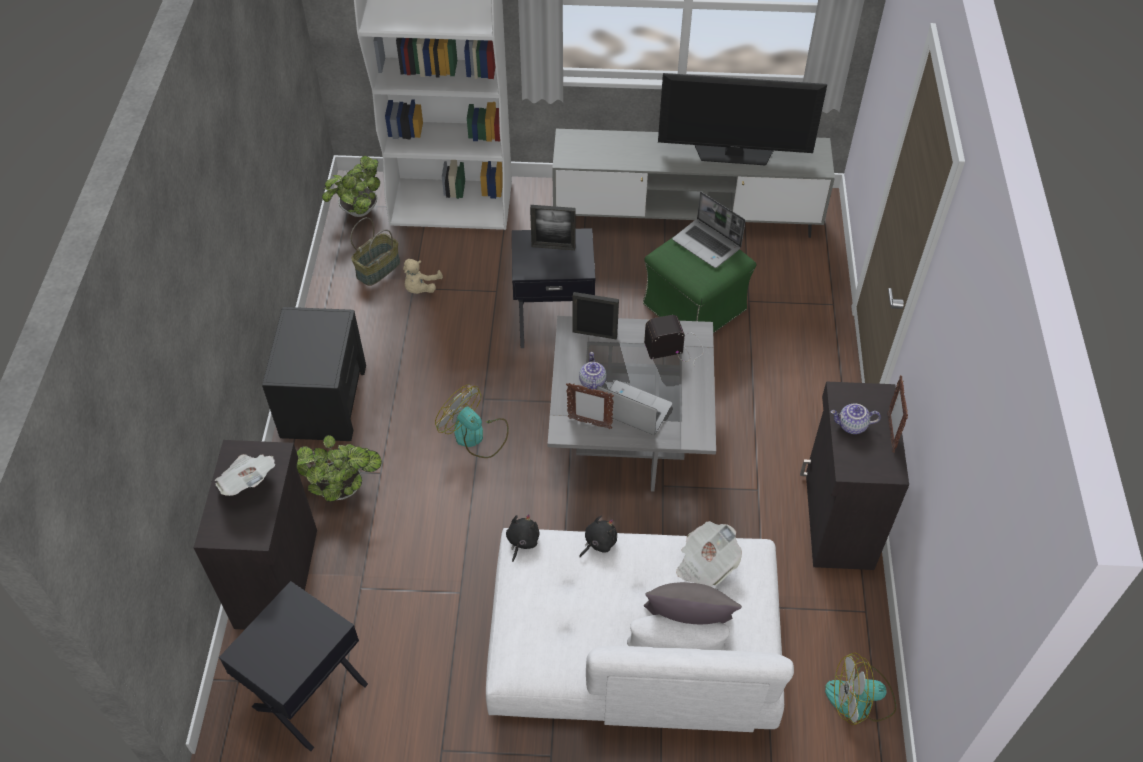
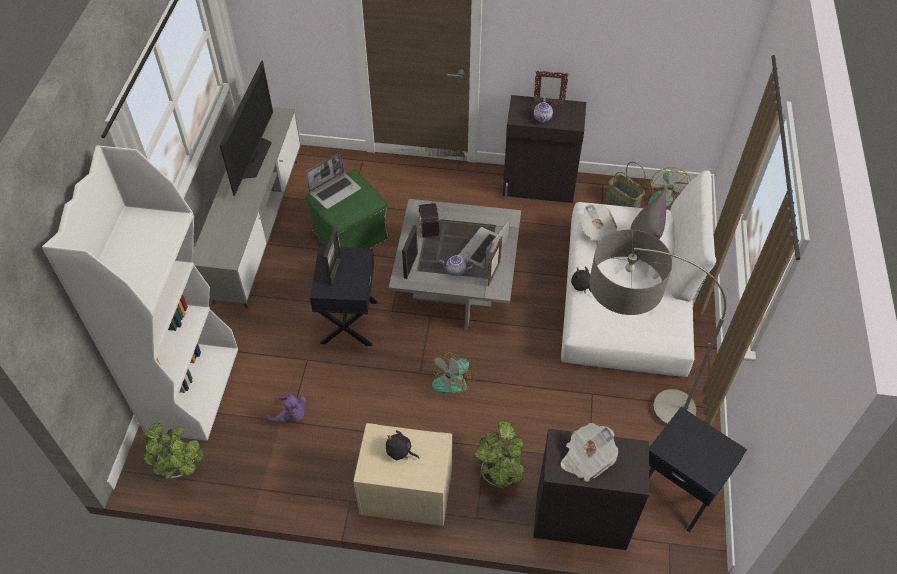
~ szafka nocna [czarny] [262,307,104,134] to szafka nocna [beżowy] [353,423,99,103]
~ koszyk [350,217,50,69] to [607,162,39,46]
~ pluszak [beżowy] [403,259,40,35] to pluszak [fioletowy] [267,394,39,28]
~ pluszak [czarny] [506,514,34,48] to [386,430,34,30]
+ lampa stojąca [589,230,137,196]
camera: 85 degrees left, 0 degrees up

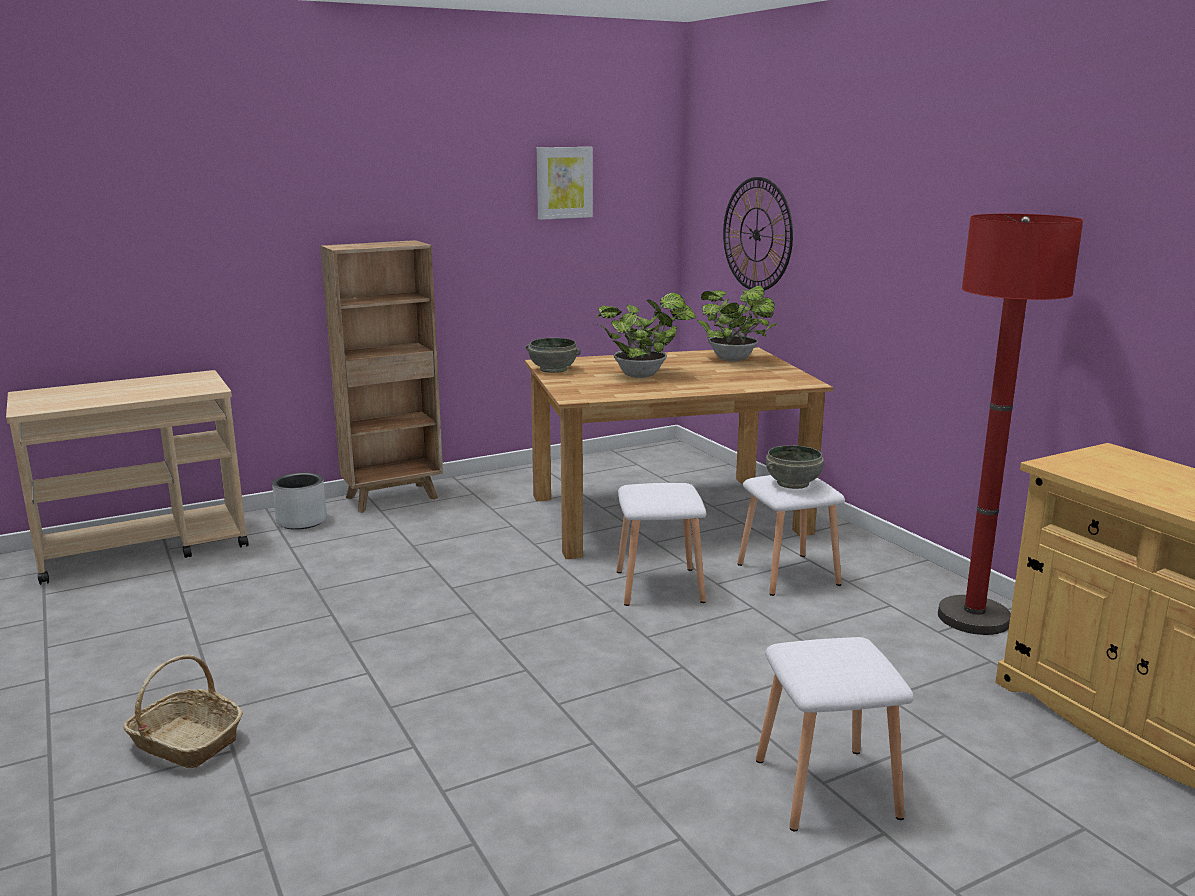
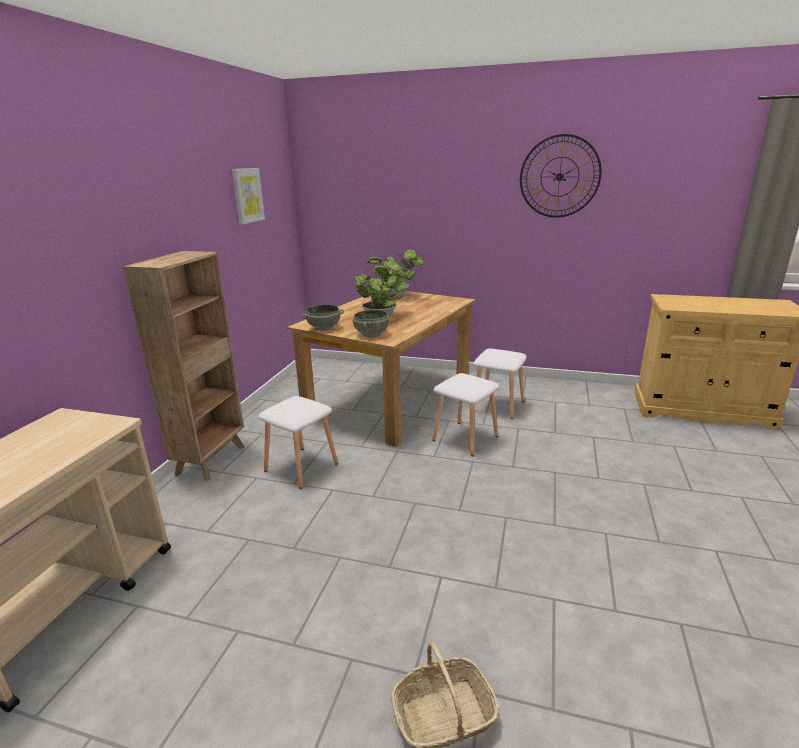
- donica [szary] [272,473,55,57]
~ zegar ścienny [723,177,70,114] to [520,134,82,84]
~ stołek [biały] [756,637,158,195] to [258,396,80,93]
~ miska [szary] [766,445,58,44] to [353,310,36,28]
- lampa stojąca [czerwony] [938,214,145,421]
camera: 45 degrees left, 5 degrees up

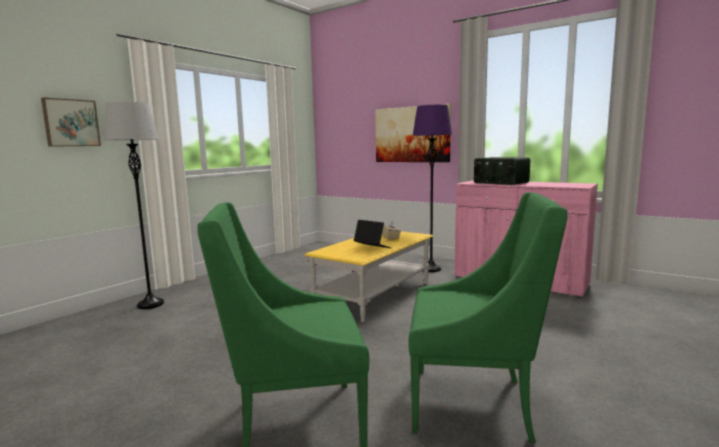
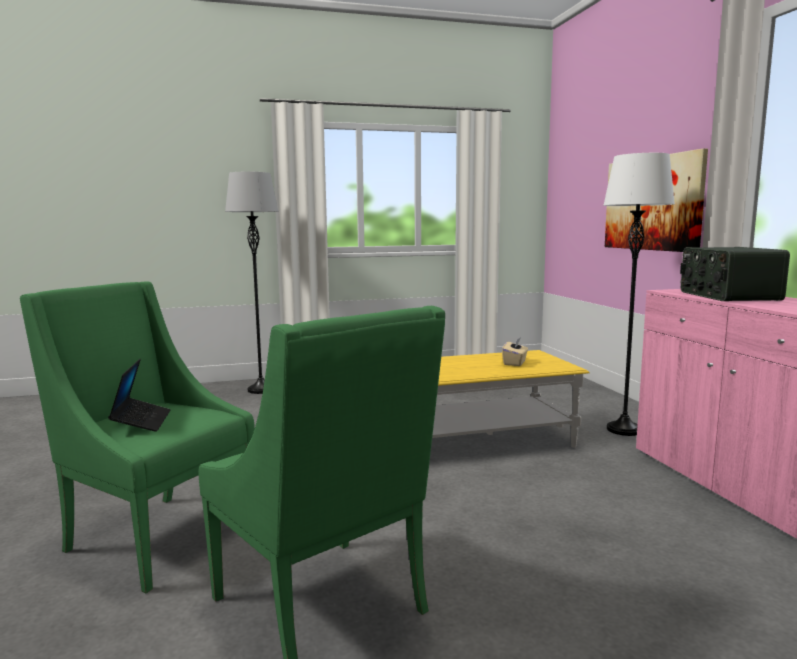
- obraz [41,97,60,50]
~ laptop [354,220,37,28] to [108,359,63,73]
~ lampa stojąca [fioletowy] [413,105,39,167] to lampa stojąca [biały] [603,153,72,283]
camera: 40 degrees right, 0 degrees up

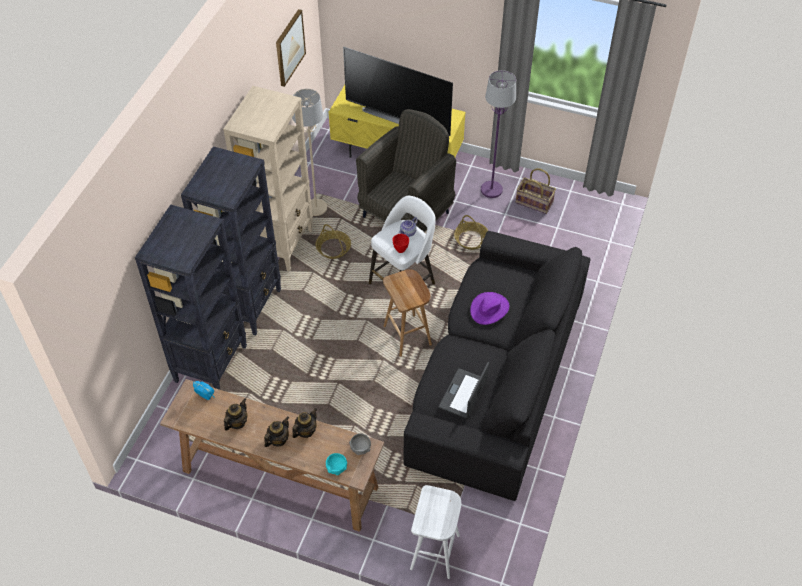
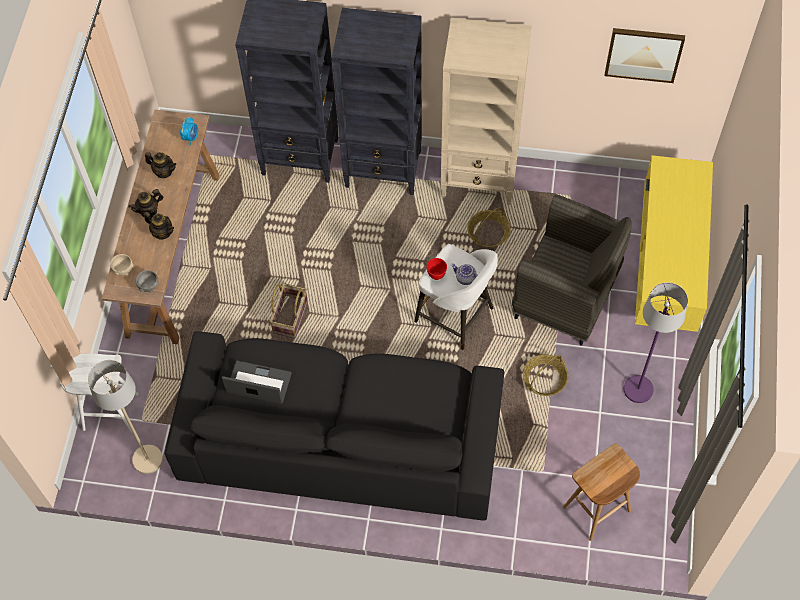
~ imbryk [264,416,25,31] = [128,189,35,29] 120 degrees clockwise
~ lampa stojąca [beżowy] [292,89,35,127] to [88,360,75,114]
~ miska [turkusowy] [326,453,21,22] to miska [beżowy] [110,254,24,22]
- telewizor [343,47,110,89]
~ stołek [brązowy] [383,269,49,88] to [563,444,77,97]
- kapelusz [fioletowy] [470,292,39,33]
~ koszyk [516,168,40,46] to [270,283,38,55]
camera: 80 degrees right, 10 degrees up

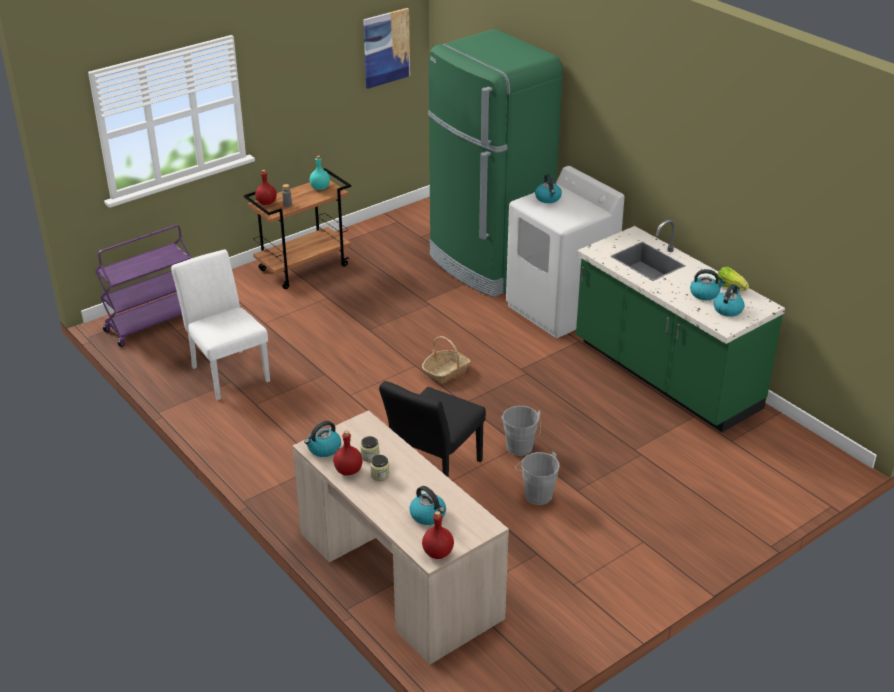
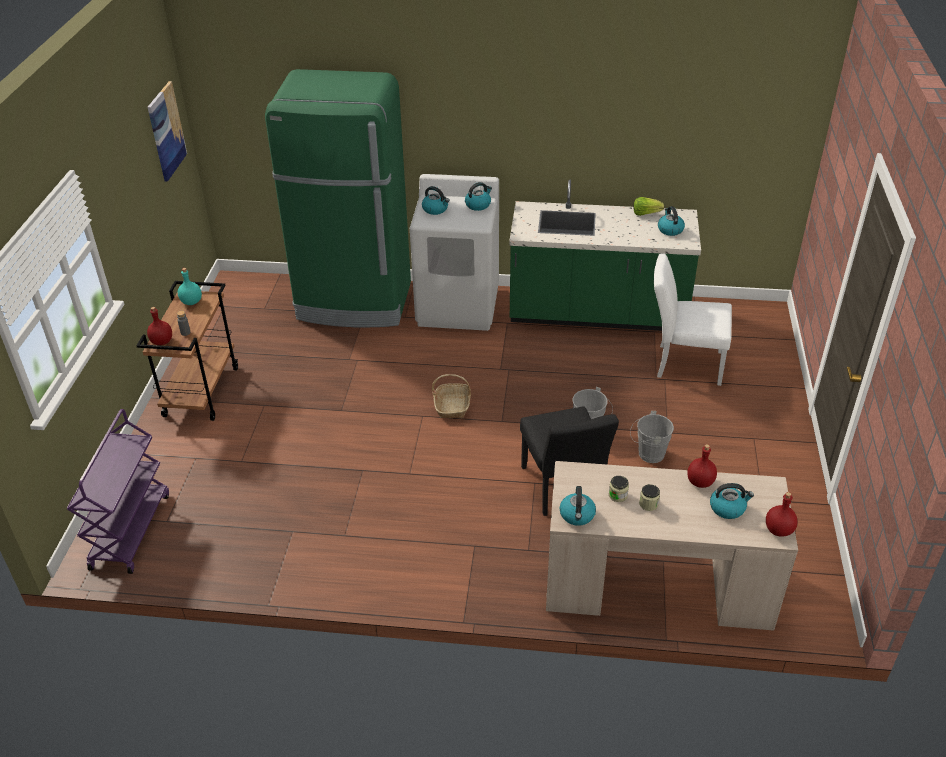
~ krzesło [biały] [171,249,99,151] to [654,253,78,133]
~ butelka [czerwony] [334,430,28,46] to [687,444,30,44]
~ czajnik [690,269,36,31] to [465,182,27,29]
camera: 45 degrees left, 5 degrees up

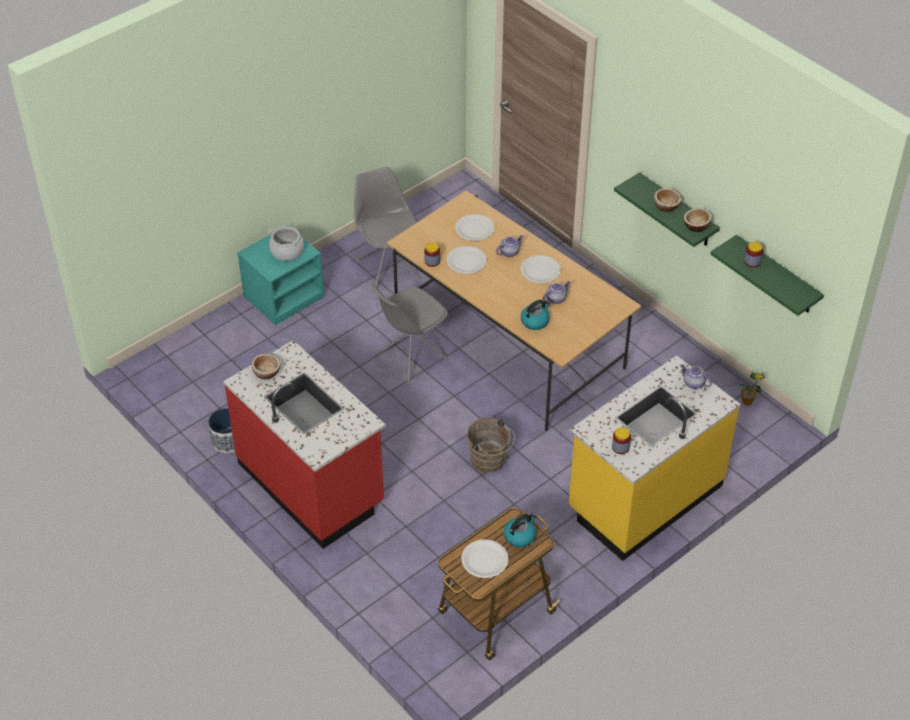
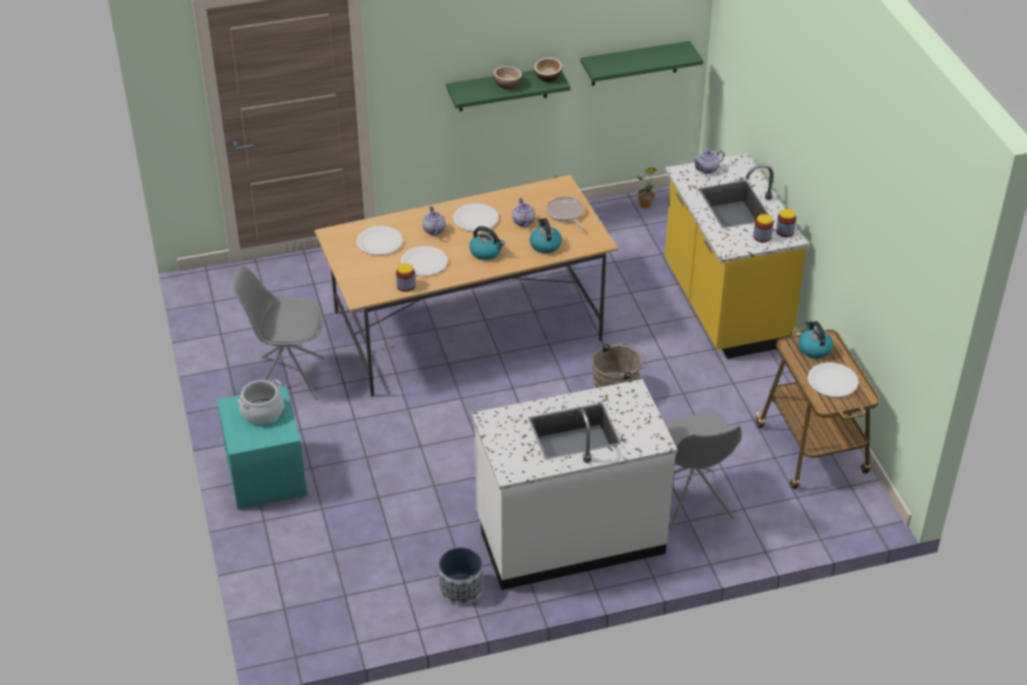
~ zabudowa kuchenna [czerwony] [223,340,163,209] to zabudowa kuchenna [biały] [472,379,206,211]
- miska [252,354,28,25]
~ krzesło [szary] [372,284,78,102] to [664,414,77,117]
~ słoik [744,242,19,25] to [776,209,20,28]
+ czajnik [469,226,36,34]
+ patelnia [546,197,38,32]
camera: 65 degrees left, 5 degrees down

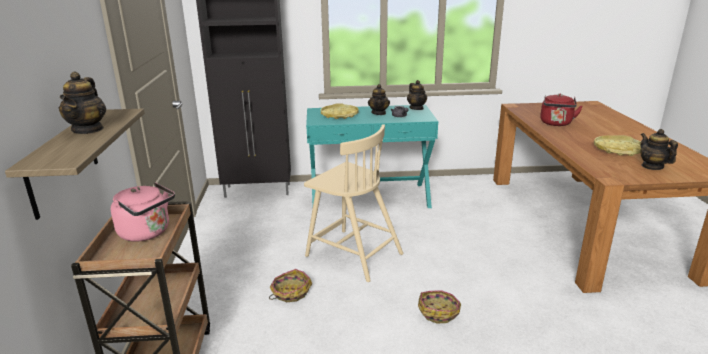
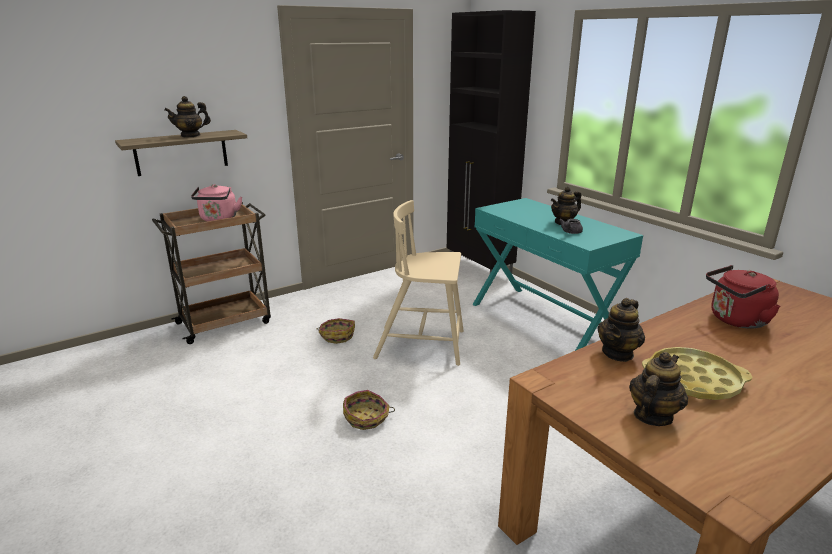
~ krzesło [beżowy] [304,124,99,158] = [373,200,91,166] 90 degrees clockwise
- taca [żółty] [321,103,38,16]
~ imbryk [407,80,20,30] to [597,298,48,64]
camera: 60 degrees right, 0 degrees up

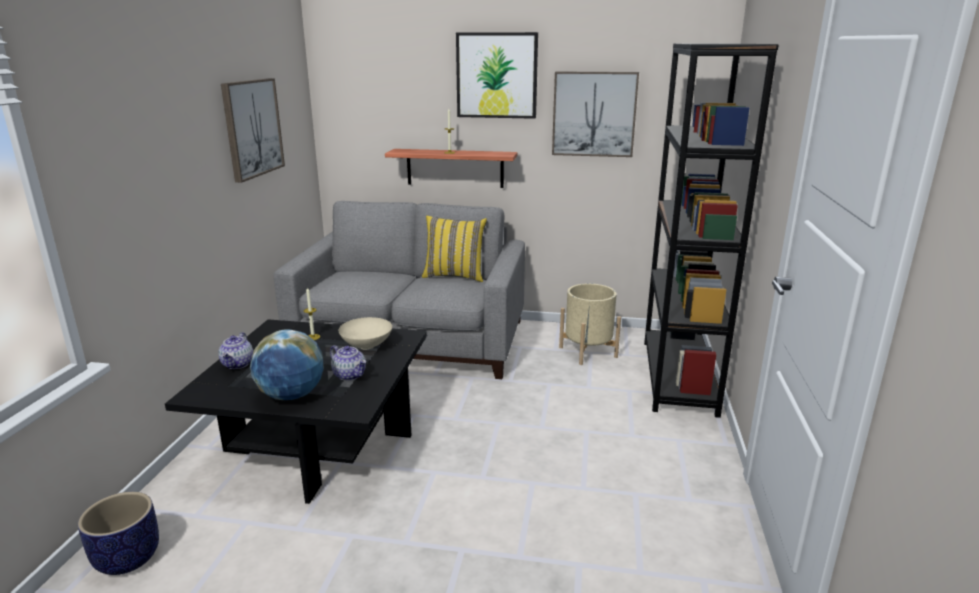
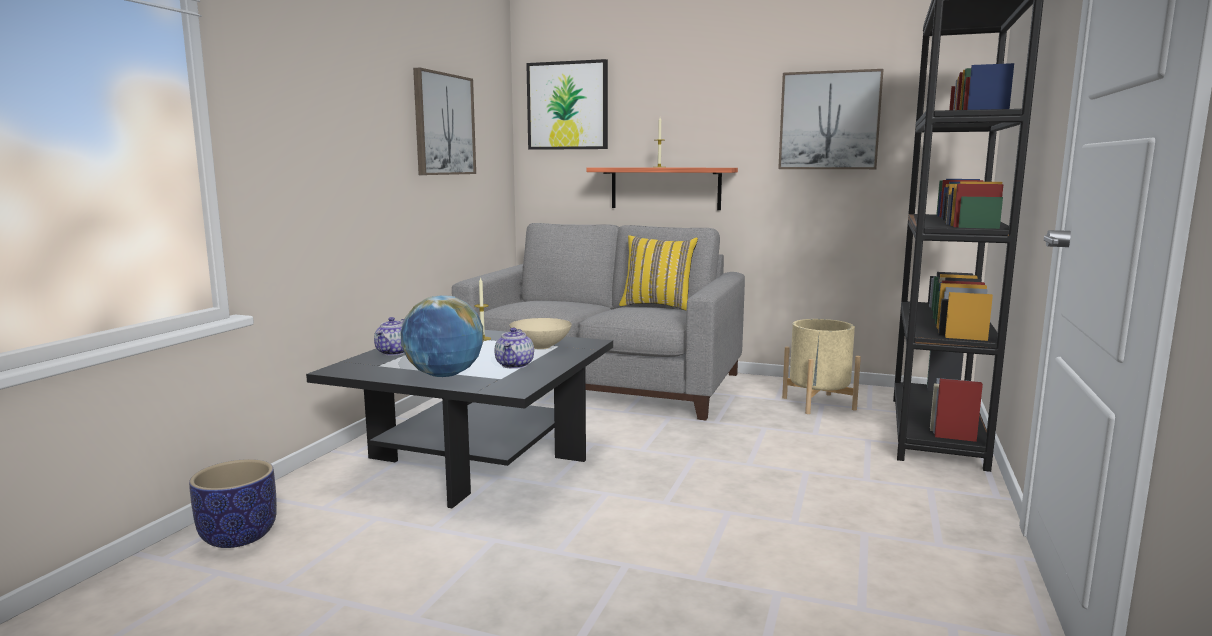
~ imbryk [330,345,36,36] = [494,327,40,42] 45 degrees clockwise
~ obraz [456,32,82,87] to [526,59,82,91]
camera: 10 degrees right, 10 degrees down

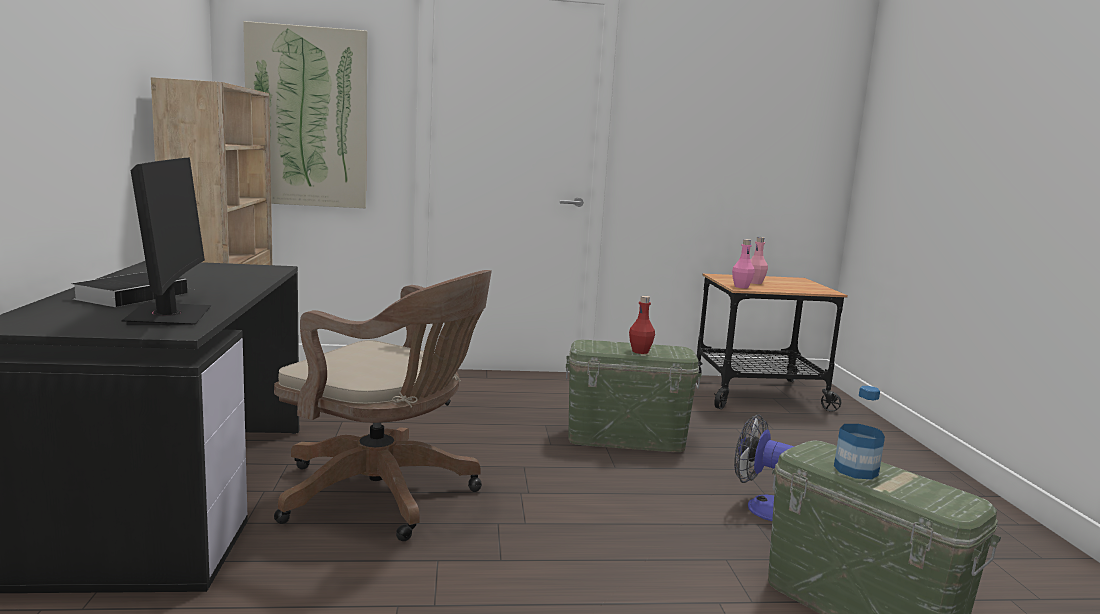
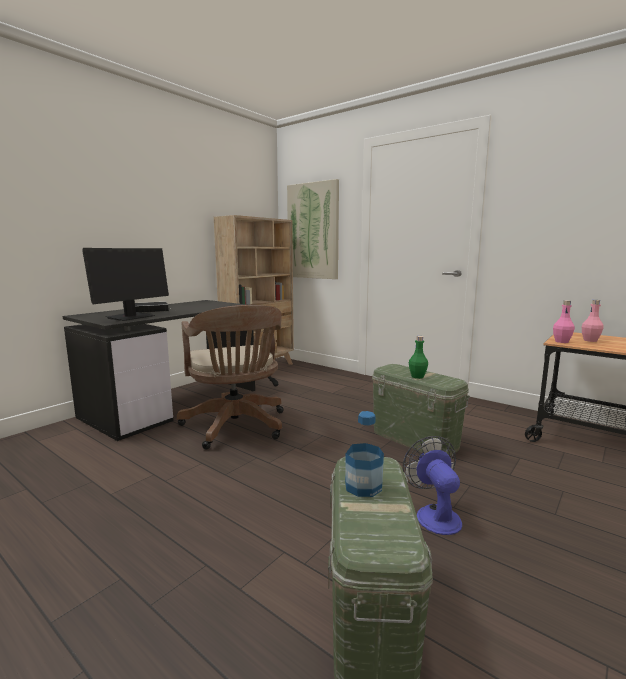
~ butelka [czerwony] [629,296,26,58] to butelka [zielony] [409,336,19,43]
camera: 45 degrees right, 0 degrees up

